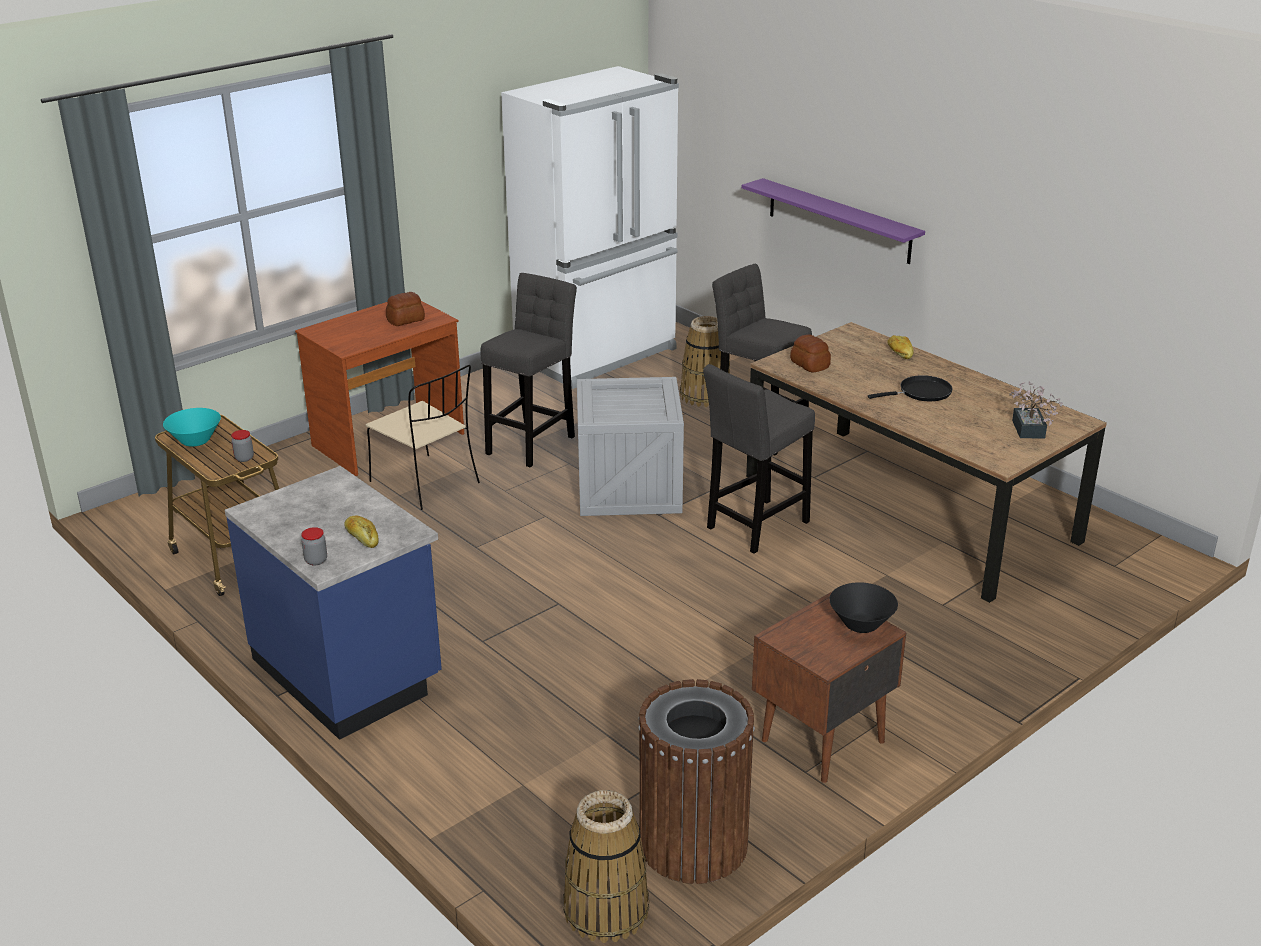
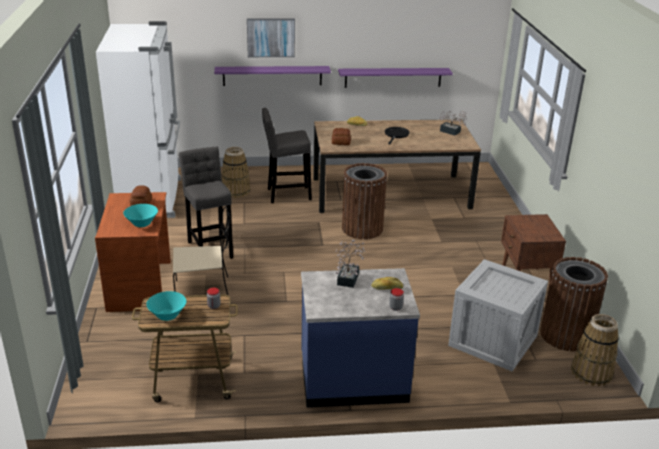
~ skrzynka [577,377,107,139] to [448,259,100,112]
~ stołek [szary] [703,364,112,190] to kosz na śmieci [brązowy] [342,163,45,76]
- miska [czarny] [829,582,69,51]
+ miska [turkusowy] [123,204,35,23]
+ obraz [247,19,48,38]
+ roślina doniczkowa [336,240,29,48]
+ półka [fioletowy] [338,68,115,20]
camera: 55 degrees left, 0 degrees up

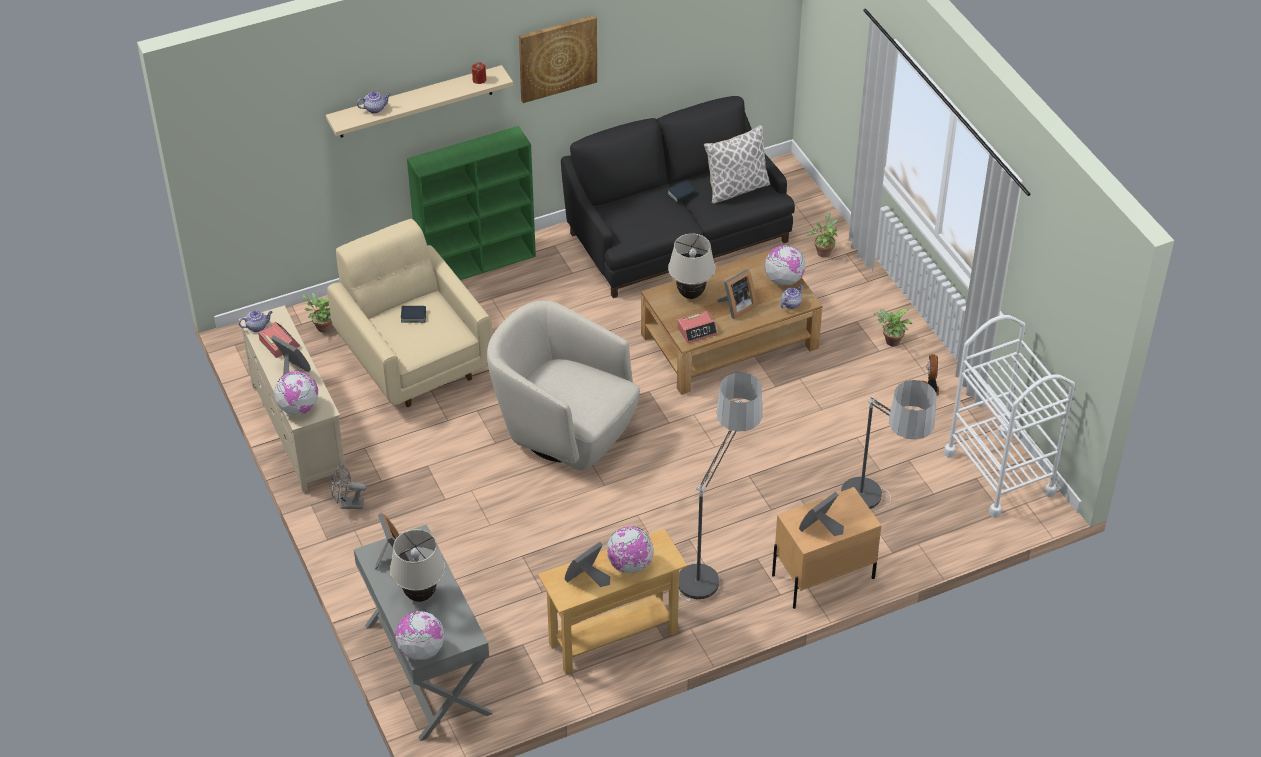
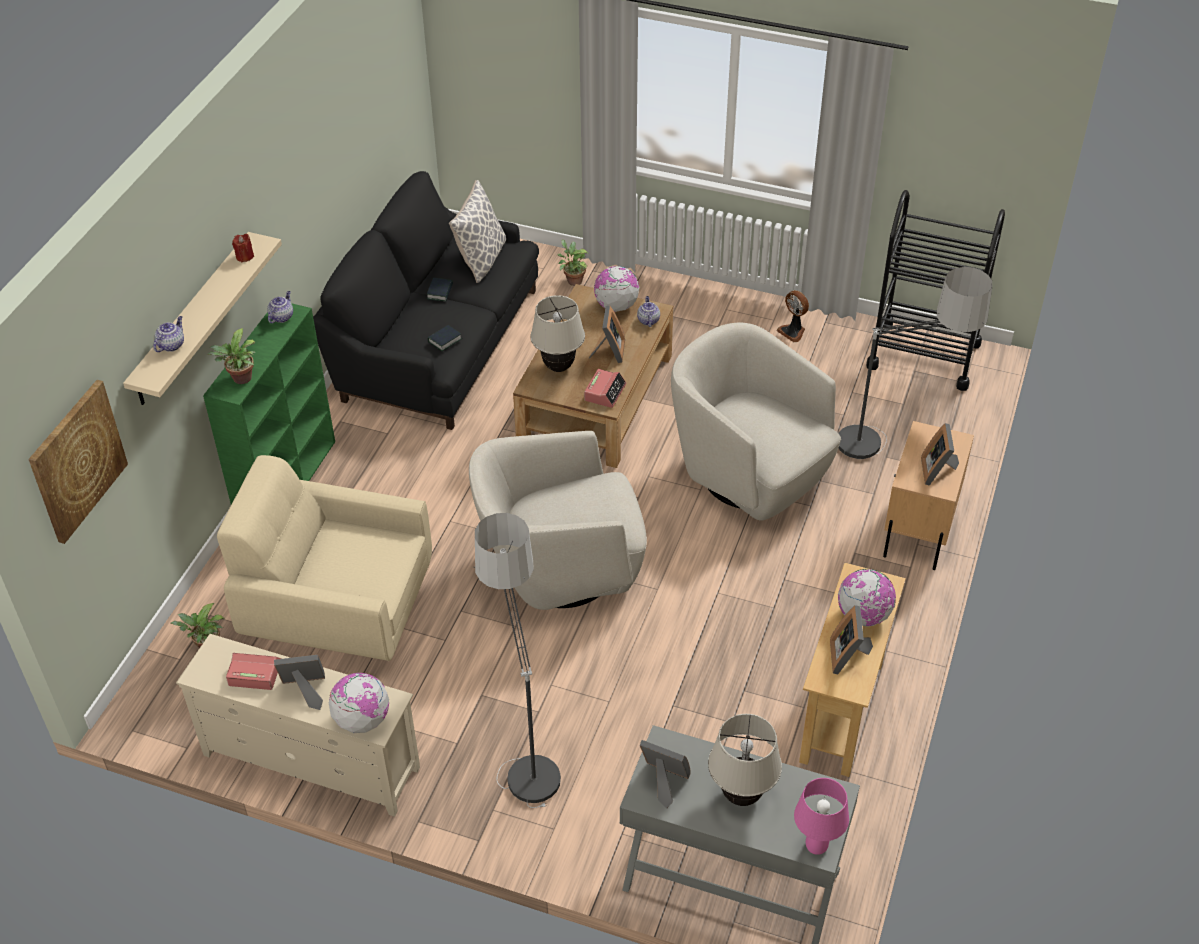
~ imbryk [239,310,33,22] to [267,291,26,32]
- wentylator [szary] [331,465,36,44]
~ globus [395,611,50,49] to lampa stołowa [różowy] [794,778,55,77]
~ książka [401,306,25,17] to [428,325,34,26]
~ obraz [519,15,78,88] to [28,380,100,164]
~ lampa stojąca [679,372,83,230] to [474,513,87,295]
~ roślina doniczkowa [873,309,39,38] to [207,328,49,56]
~ wózek [biały] [944,315,131,203] to wózek [czarny] [866,190,139,201]
+ fotel [beżowy] [671,323,170,198]
camera: 45 degrees left, 0 degrees up

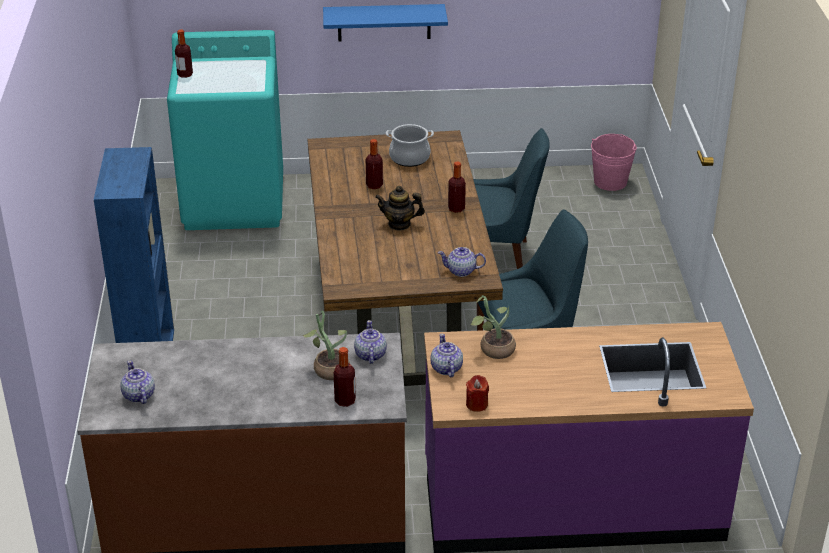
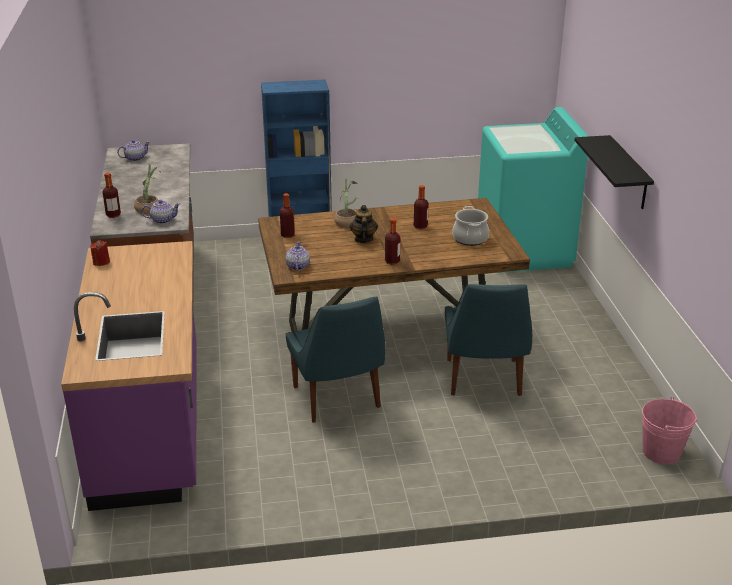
~ butelka [175,29,18,49] to [280,193,15,45]
~ półka [niebieski] [323,4,125,38] to półka [czarny] [575,135,79,74]
- imbryk [431,334,32,43]
~ roślina doniczkowa [470,295,46,64] to [334,178,26,50]
camera: 85 degrees right, 5 degrees down

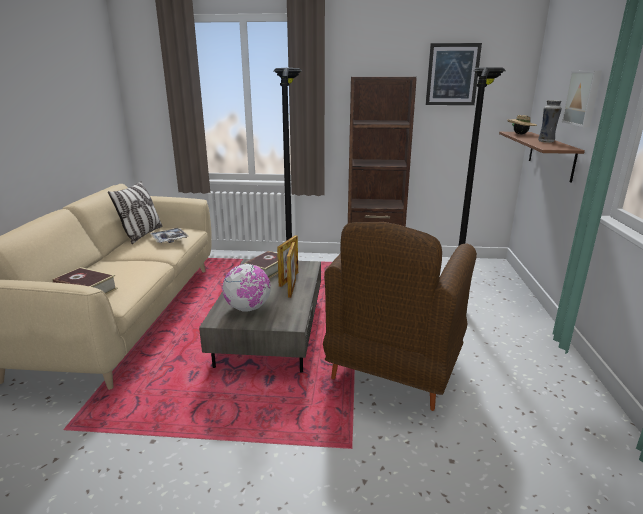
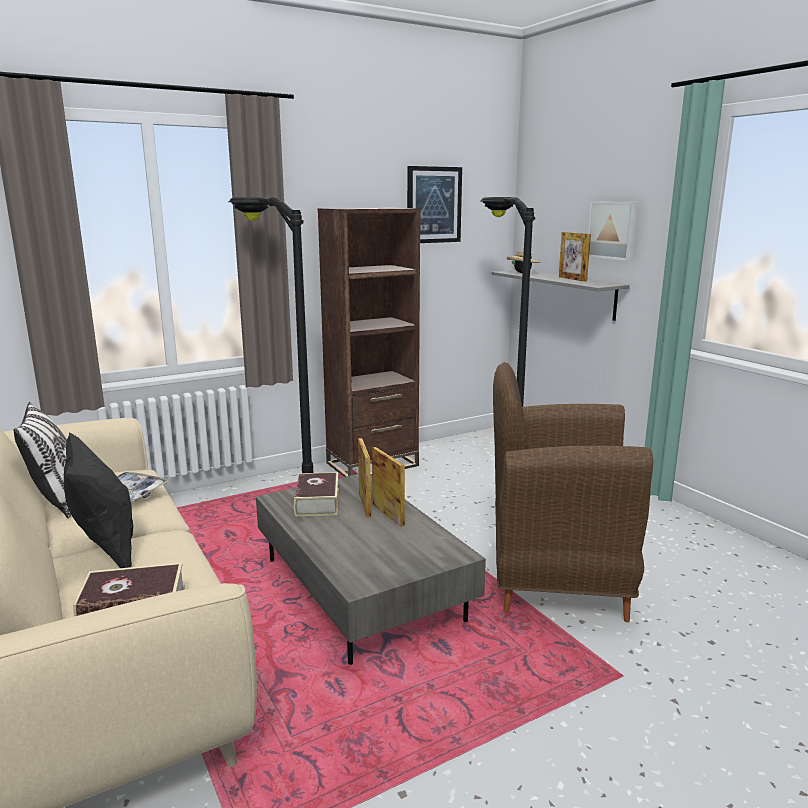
- globus [222,264,49,48]
~ fotel [brązowy] [323,222,154,189] = [493,362,160,260] 105 degrees clockwise
~ półka [brązowy] [499,132,86,50] to półka [szary] [492,270,138,51]
~ wazon [538,100,24,43] to ramka na zdjęcie [559,232,32,50]
+ poduszka [czarny] [64,433,69,135]
camera: 35 degrees left, 5 degrees down

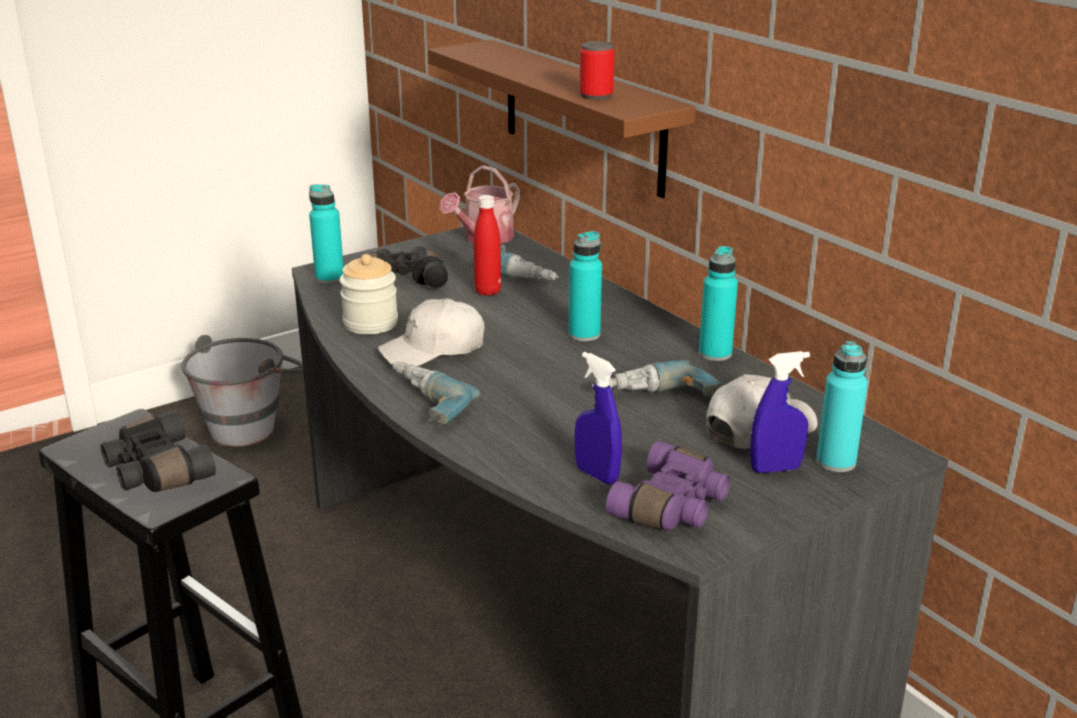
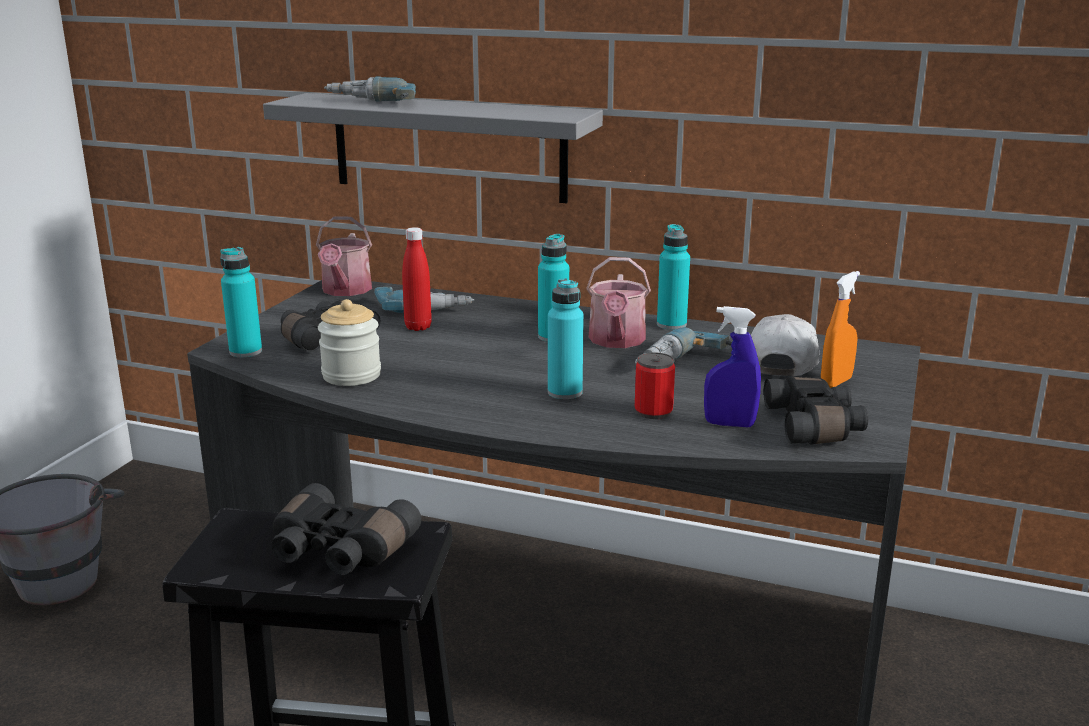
- czapka z daszkiem [biały] [378,299,107,67]
~ wiertarka [392,361,88,63] to [324,76,92,26]
~ półka [brązowy] [428,40,268,158] to półka [szary] [263,93,340,110]
~ puszka [579,41,35,59] to [635,352,40,67]
~ lornetka [fioletowy] [606,441,124,89] to lornetka [czarny] [764,377,104,68]
~ spryskiwacz [niebieski] [750,351,60,122] to spryskiwacz [pomarańczowy] [821,271,39,117]
~ butelka [turkusowy] [816,341,52,131] to [548,278,36,122]
+ konewka [586,257,65,91]
camera: 35 degrees left, 5 degrees down

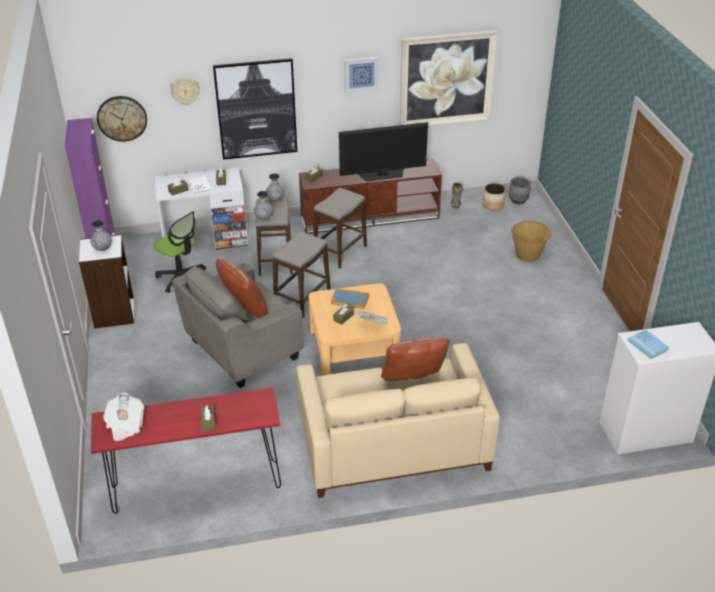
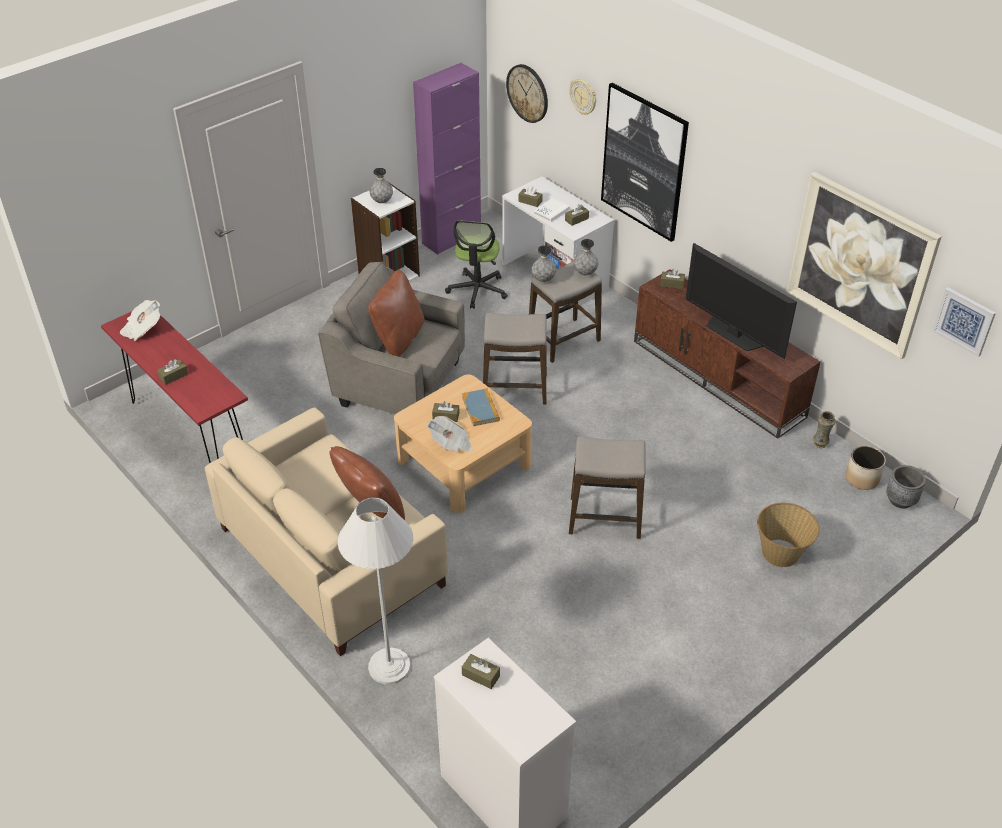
~ stołek [313,188,54,81] to [569,436,77,103]
~ obraz [344,57,35,36] to [932,287,64,70]
~ książka [niebieski] [628,330,41,29] to pudełko chusteczek [brązowy] [462,654,38,35]
+ lampa stojąca [biały] [338,497,75,188]
camera: 60 degrees right, 5 degrees up

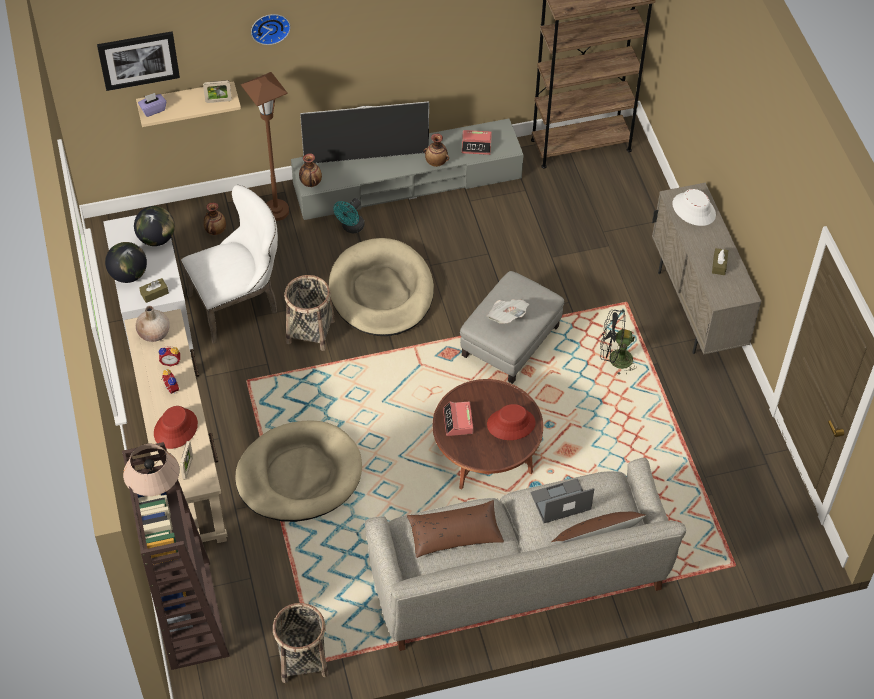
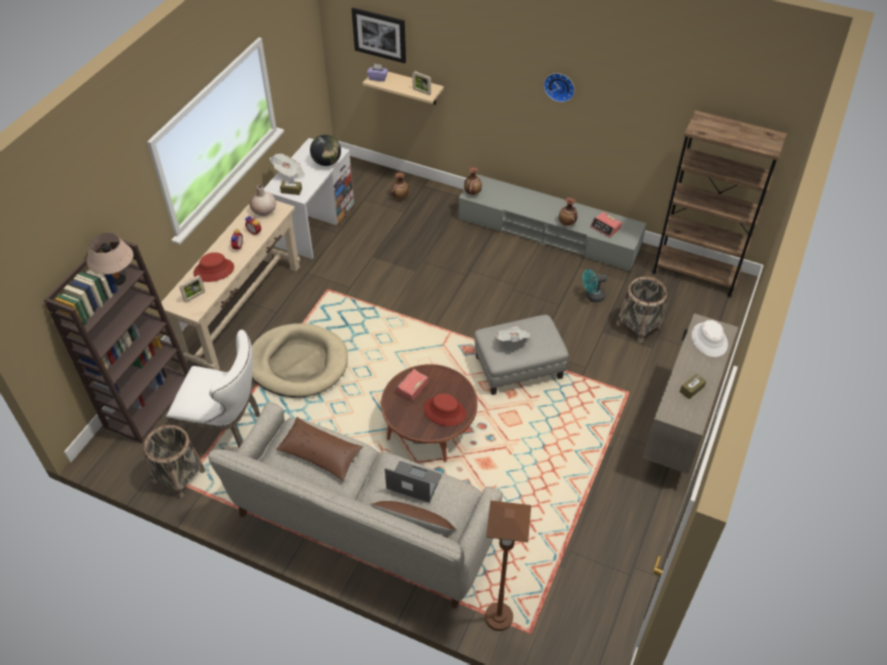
~ globus [105,242,42,41] to gazeta [270,154,35,23]
~ krzesło [biały] [181,185,97,159] to [166,330,94,118]
~ lampa stojąca [brązowy] [241,72,48,149] to [485,500,46,131]
~ zegar ścienny [251,14,39,31] to [544,73,31,29]
~ koszyk [284,275,51,76] to [616,277,52,66]
- telewizor [300,101,129,63]
- legowisko [beżowy] [329,238,105,98]
~ wentylator [turkusowy] [333,198,32,35] to [583,269,24,33]
- wentylator [czarny] [600,310,37,65]
camera: 40 degrees right, 5 degrees down

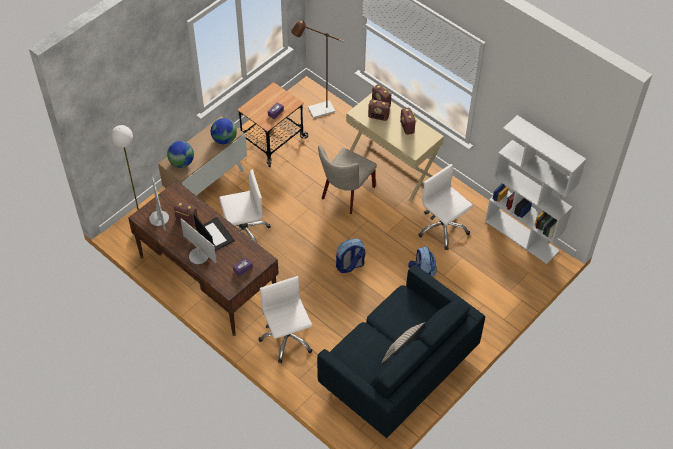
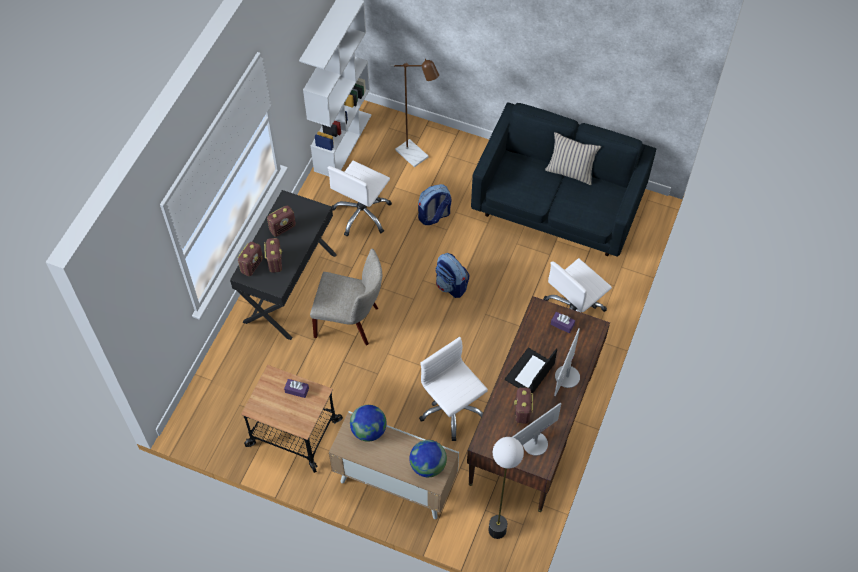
~ lampa stojąca [brązowy] [291,21,53,97] to [390,59,49,108]
~ biurko [beżowy] [346,93,98,109] to biurko [czarny] [230,190,107,150]
camera: 110 degrees left, 5 degrees up

